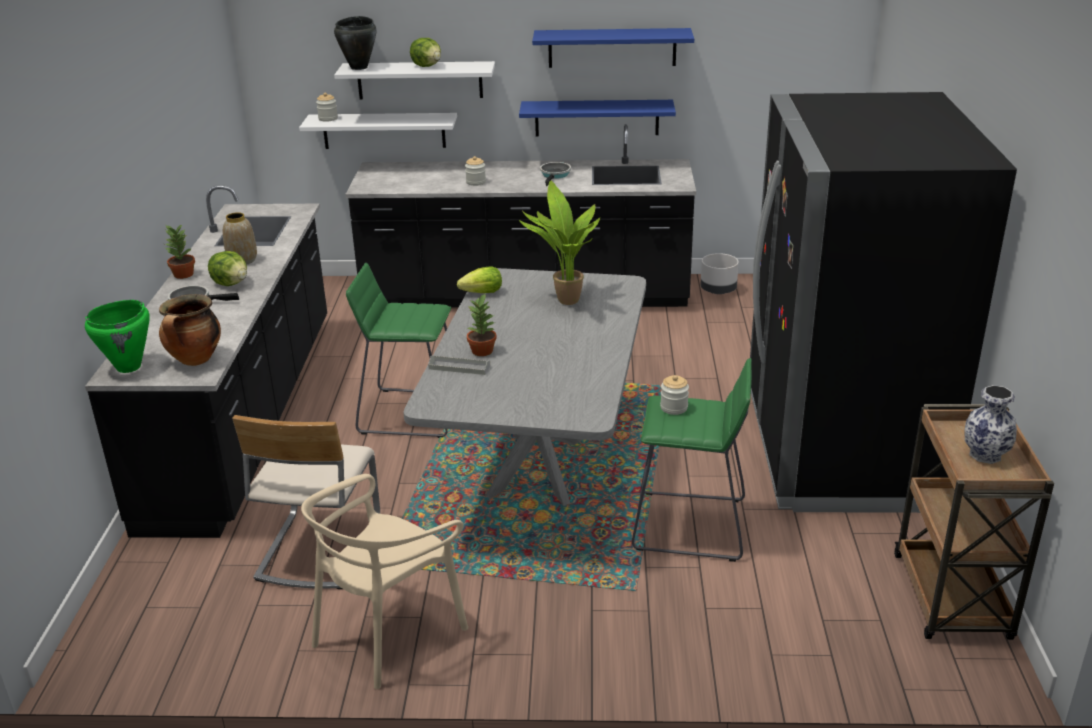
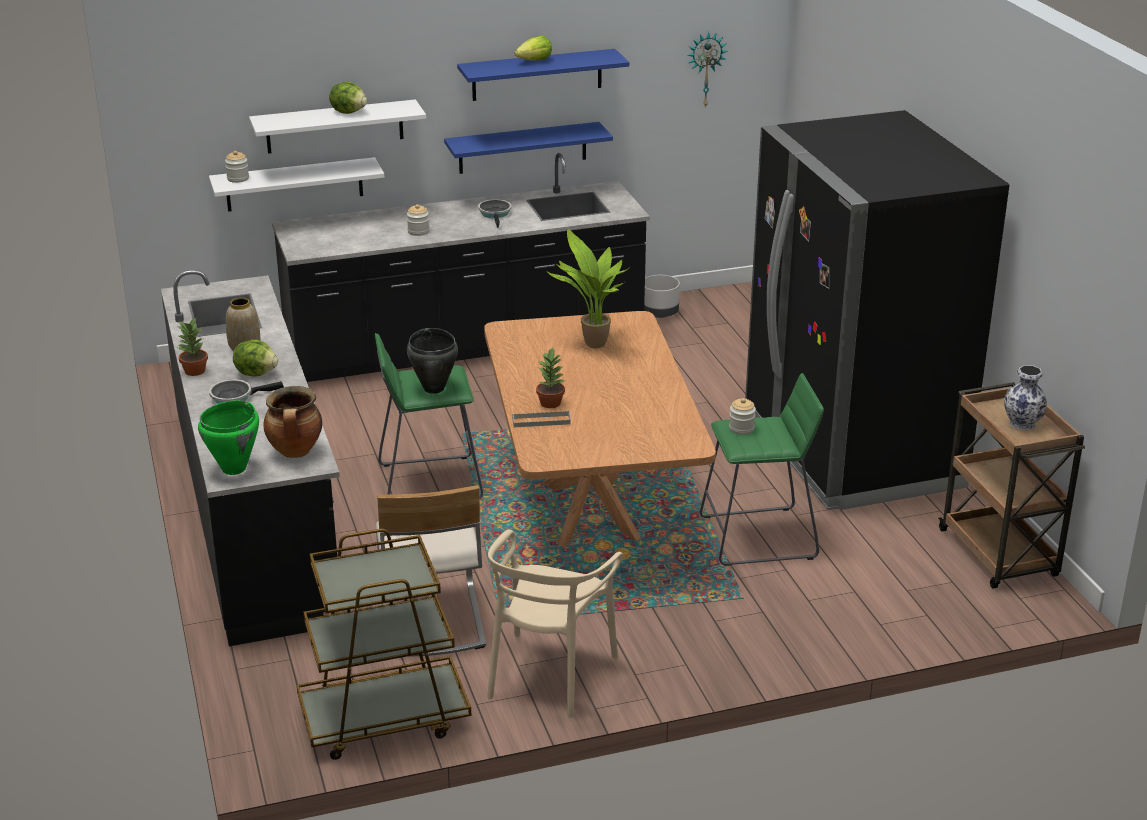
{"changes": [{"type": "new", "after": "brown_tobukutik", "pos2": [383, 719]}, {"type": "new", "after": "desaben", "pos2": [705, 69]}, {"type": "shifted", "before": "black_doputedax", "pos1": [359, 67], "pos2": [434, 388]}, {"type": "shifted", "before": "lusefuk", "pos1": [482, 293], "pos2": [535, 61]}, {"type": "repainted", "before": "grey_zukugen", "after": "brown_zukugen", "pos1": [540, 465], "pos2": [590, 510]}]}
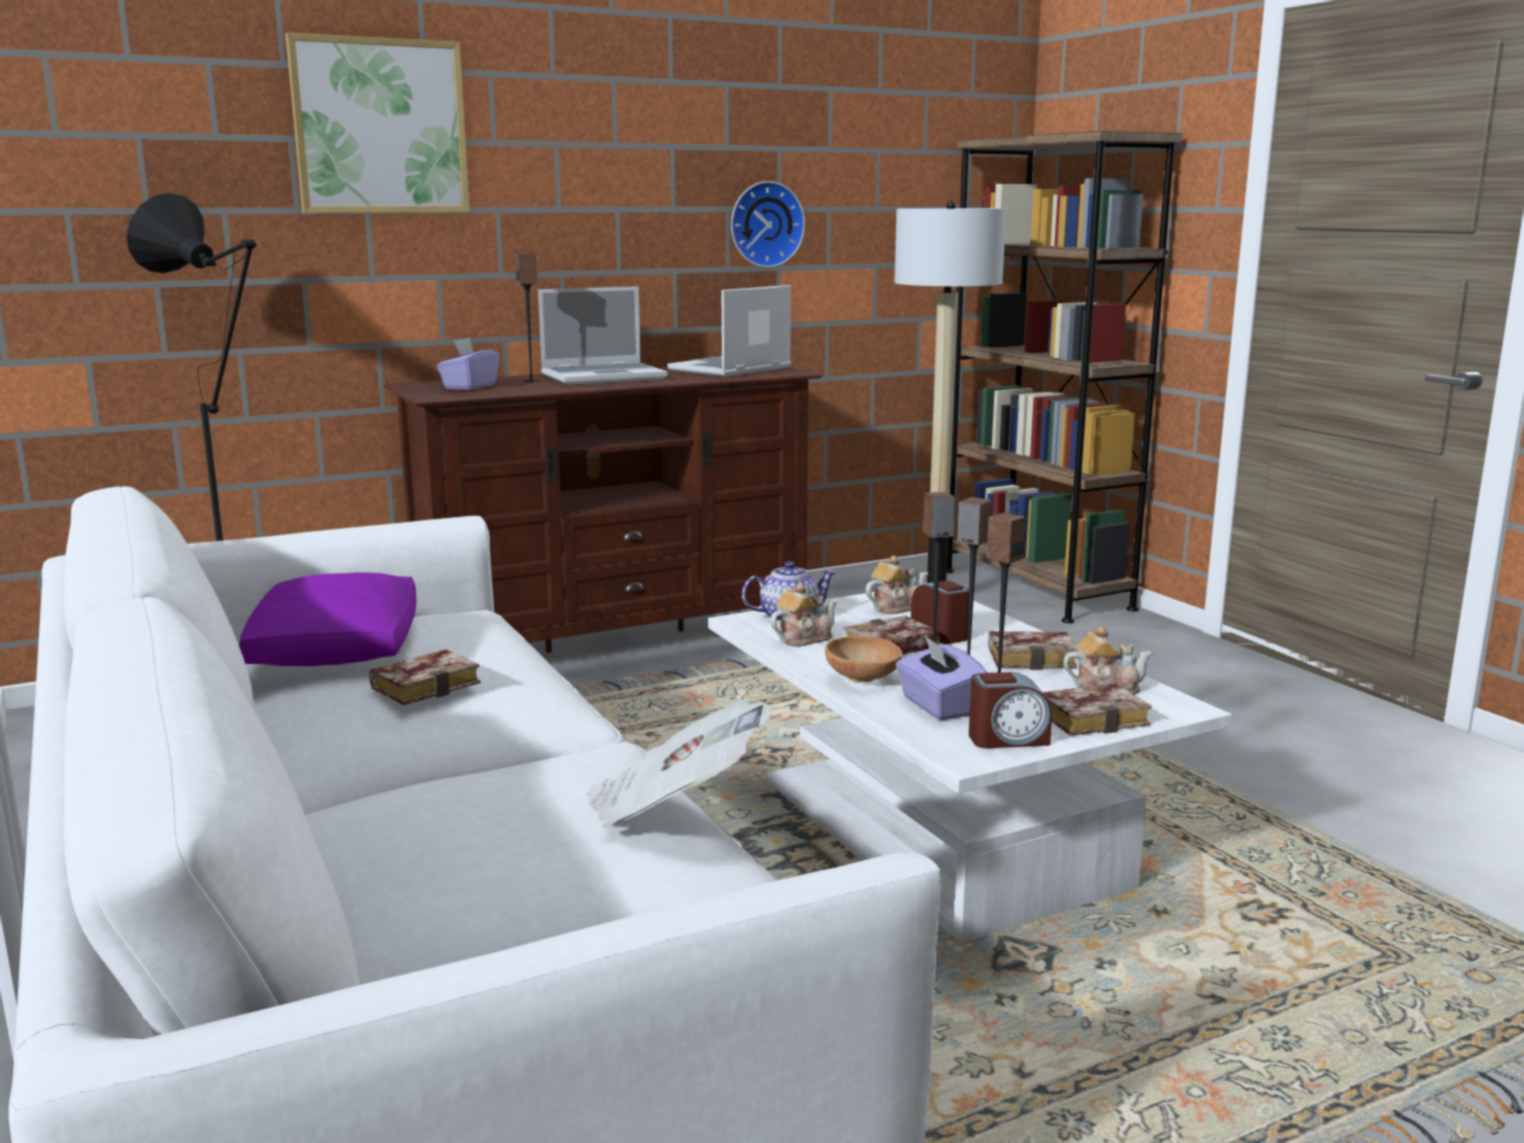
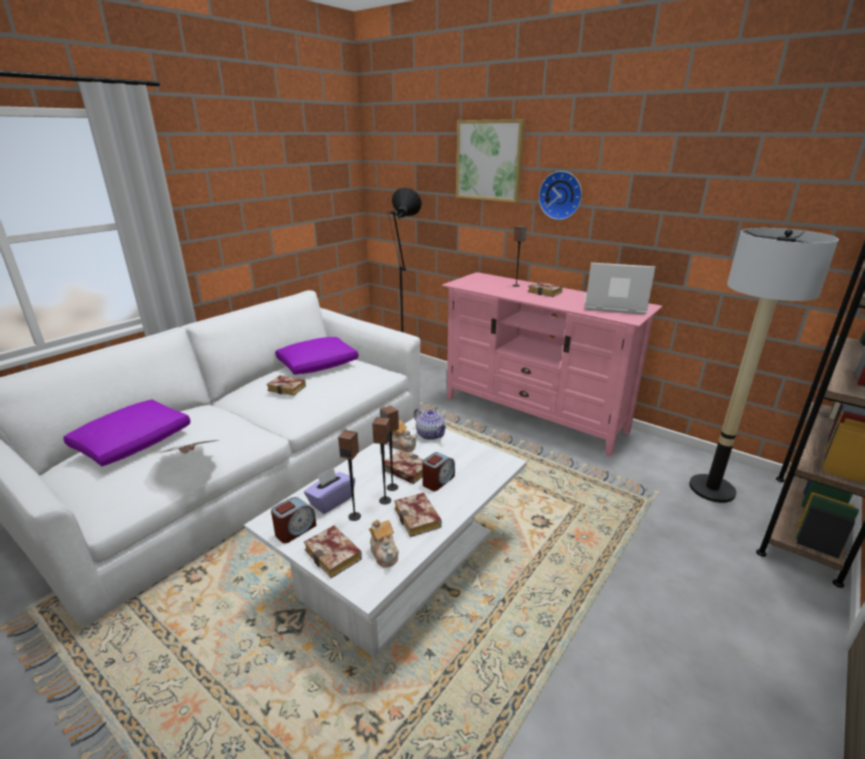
{"changes": [{"type": "gone", "before": "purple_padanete", "pos1": [469, 387]}, {"type": "gone", "before": "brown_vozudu", "pos1": [863, 680]}, {"type": "gone", "before": "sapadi", "pos1": [895, 608]}, {"type": "new", "after": "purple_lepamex", "pos2": [134, 442]}, {"type": "shifted", "before": "desaben", "pos1": [765, 224], "pos2": [561, 195]}, {"type": "swapped", "before": "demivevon", "after": "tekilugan", "pos1": [604, 377], "pos2": [546, 292]}, {"type": "repainted", "before": "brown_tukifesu", "after": "pink_tukifesu", "pos1": [617, 640], "pos2": [534, 414]}, {"type": "rotated", "before": "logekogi", "pos1": [1008, 739], "pos2": [295, 530], "turn": -105}]}
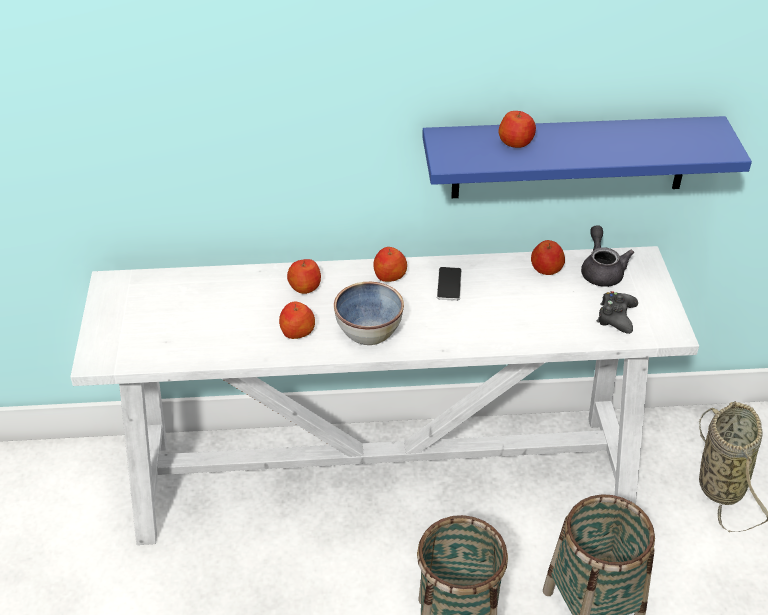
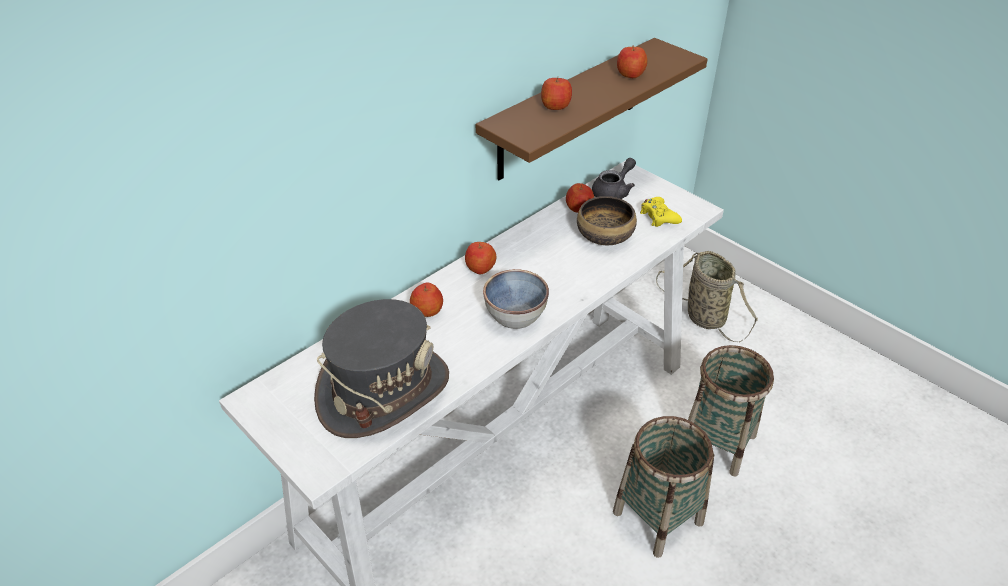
{"changes": [{"type": "gone", "before": "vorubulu", "pos1": [449, 284]}, {"type": "new", "after": "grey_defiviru", "pos2": [383, 390]}, {"type": "new", "after": "vozudu", "pos2": [605, 236]}, {"type": "shifted", "before": "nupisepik", "pos1": [297, 331], "pos2": [630, 74]}, {"type": "repainted", "before": "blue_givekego", "after": "brown_givekego", "pos1": [570, 157], "pos2": [570, 109]}, {"type": "repainted", "before": "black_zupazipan", "after": "yellow_zupazipan", "pos1": [616, 317], "pos2": [658, 217]}, {"type": "rotated", "before": "grey_sapadi", "pos1": [601, 271], "pos2": [613, 192], "turn": 90}]}
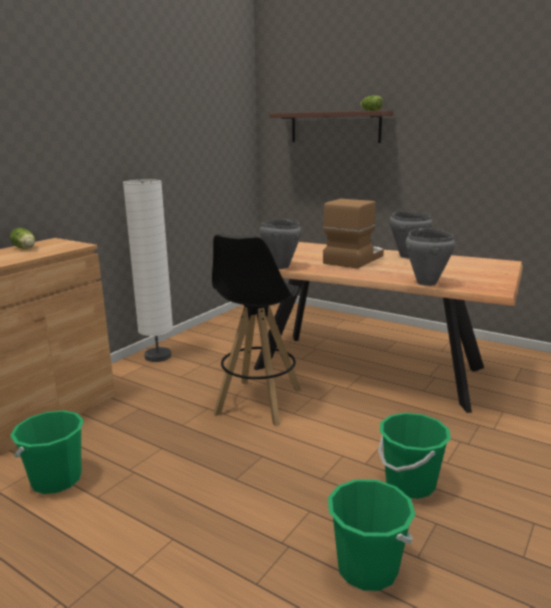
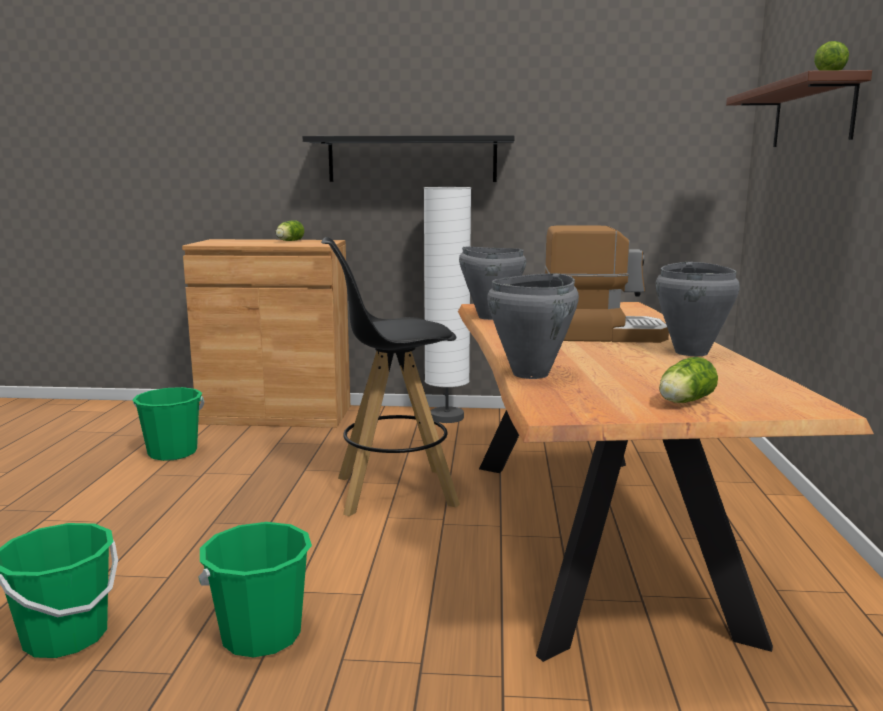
{"changes": [{"type": "new", "after": "black_givekego", "pos2": [412, 159]}, {"type": "new", "after": "lusefuk", "pos2": [683, 402]}]}
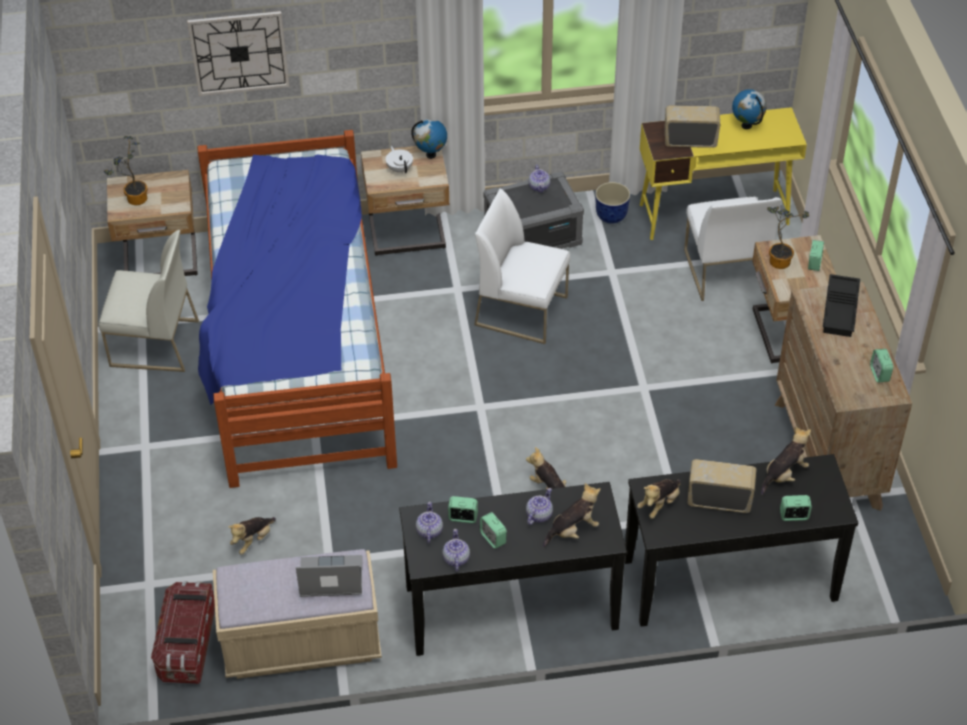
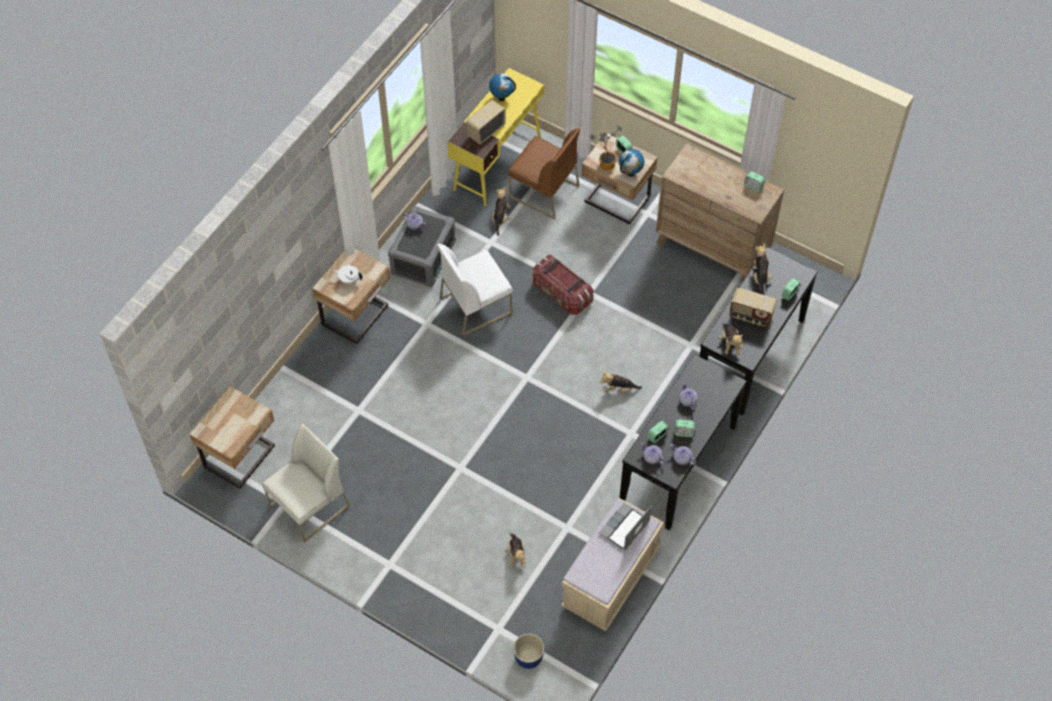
{"changes": [{"type": "gone", "before": "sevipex", "pos1": [134, 199]}, {"type": "gone", "before": "desaben", "pos1": [239, 52]}, {"type": "gone", "before": "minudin", "pos1": [297, 345]}, {"type": "gone", "before": "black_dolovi", "pos1": [841, 310]}, {"type": "shifted", "before": "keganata", "pos1": [187, 645], "pos2": [561, 293]}, {"type": "shifted", "before": "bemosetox", "pos1": [431, 155], "pos2": [630, 173]}, {"type": "shifted", "before": "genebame", "pos1": [573, 530], "pos2": [500, 218]}, {"type": "shifted", "before": "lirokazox", "pos1": [612, 216], "pos2": [529, 658]}, {"type": "repainted", "before": "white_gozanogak", "after": "brown_gozanogak", "pos1": [724, 270], "pos2": [543, 191]}, {"type": "rotated", "before": "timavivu", "pos1": [719, 500], "pos2": [750, 316], "turn": -120}]}
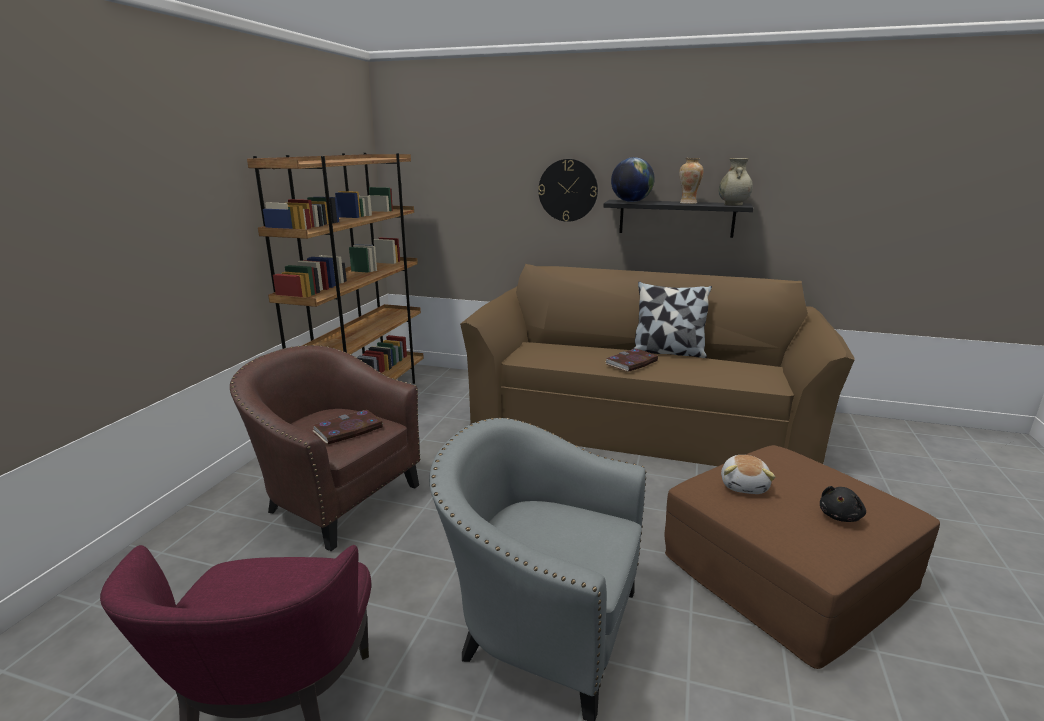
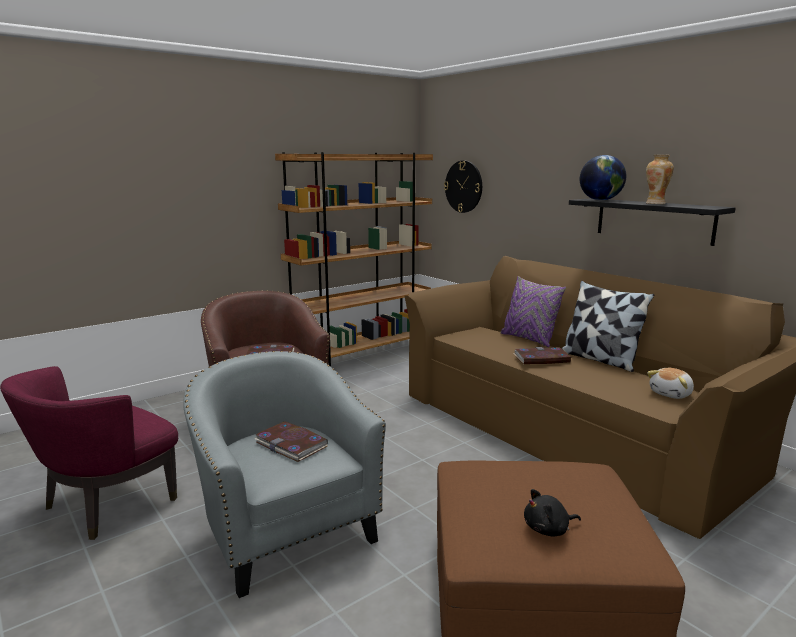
{"changes": [{"type": "gone", "before": "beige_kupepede", "pos1": [733, 204]}, {"type": "new", "after": "tekilugan", "pos2": [292, 444]}, {"type": "new", "after": "purple_lepamex", "pos2": [529, 339]}, {"type": "shifted", "before": "desaben", "pos1": [568, 190], "pos2": [463, 186]}, {"type": "shifted", "before": "genebame", "pos1": [744, 485], "pos2": [671, 394]}]}
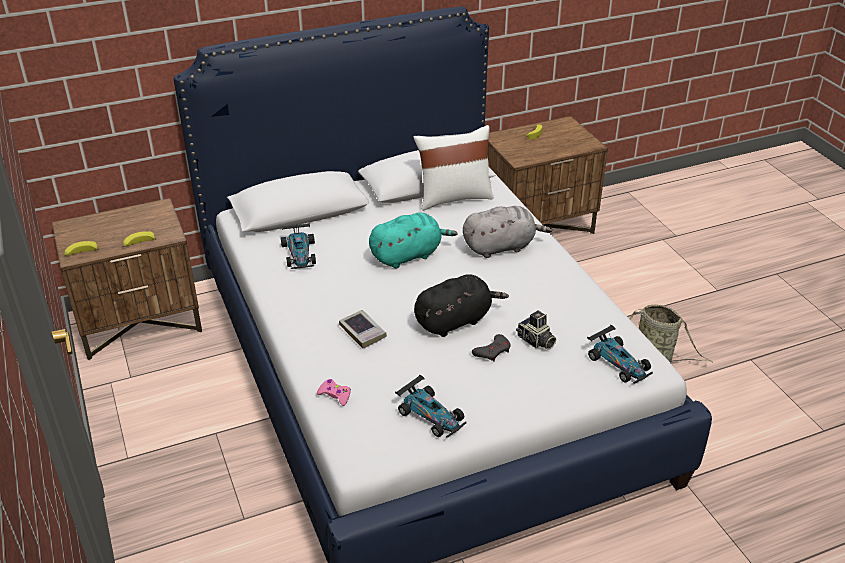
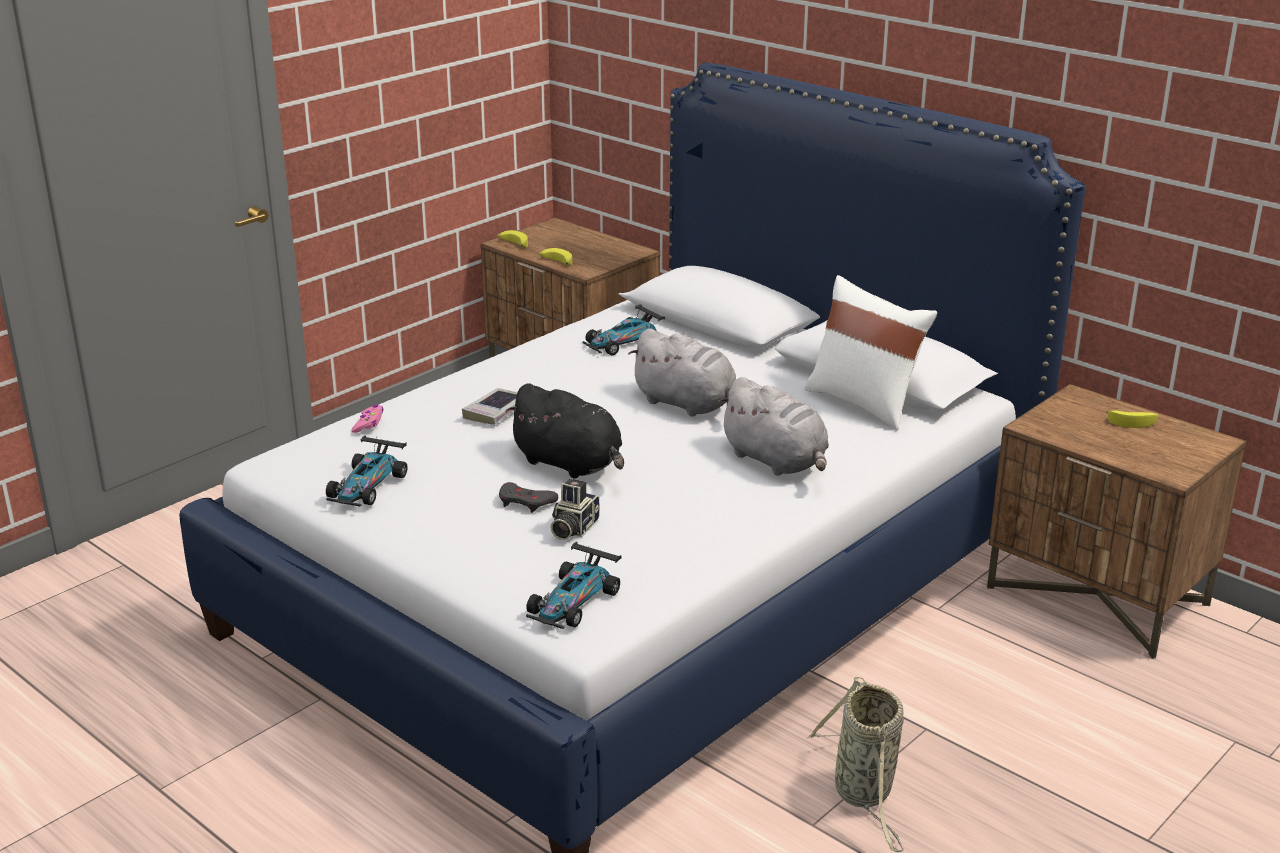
{"changes": [{"type": "repainted", "before": "turquoise_genebame", "after": "grey_genebame", "pos1": [408, 255], "pos2": [687, 404]}]}
